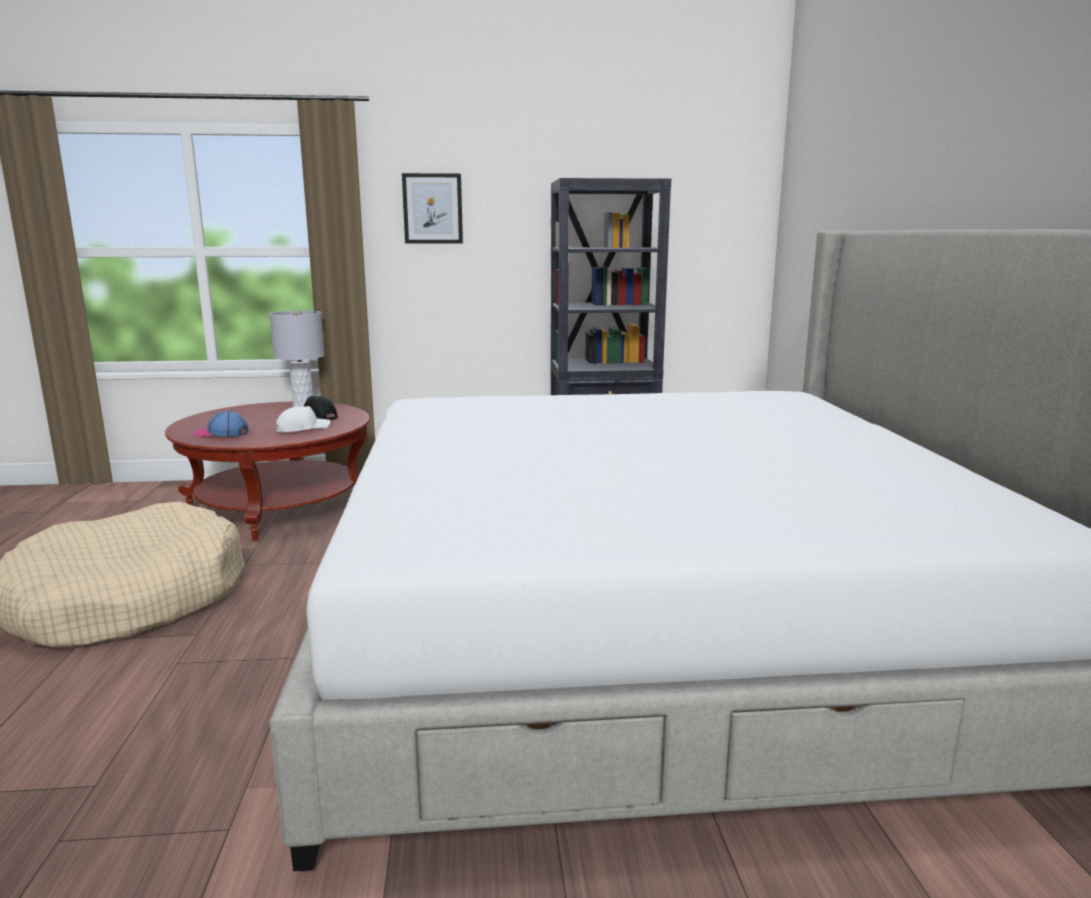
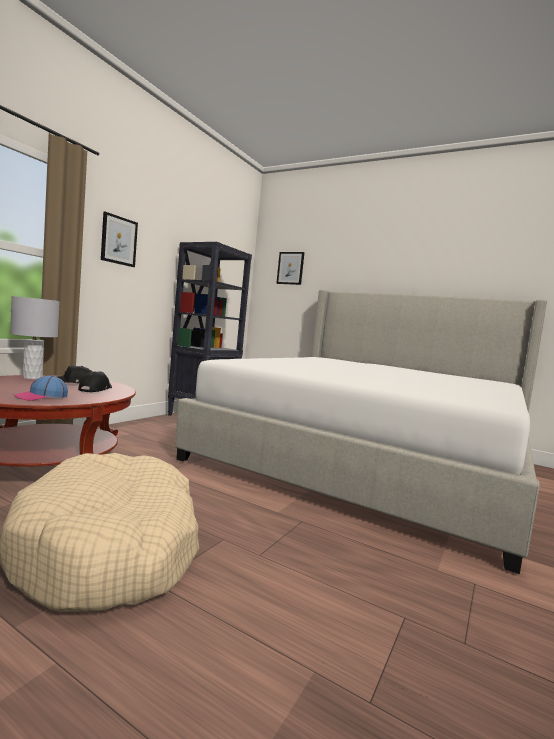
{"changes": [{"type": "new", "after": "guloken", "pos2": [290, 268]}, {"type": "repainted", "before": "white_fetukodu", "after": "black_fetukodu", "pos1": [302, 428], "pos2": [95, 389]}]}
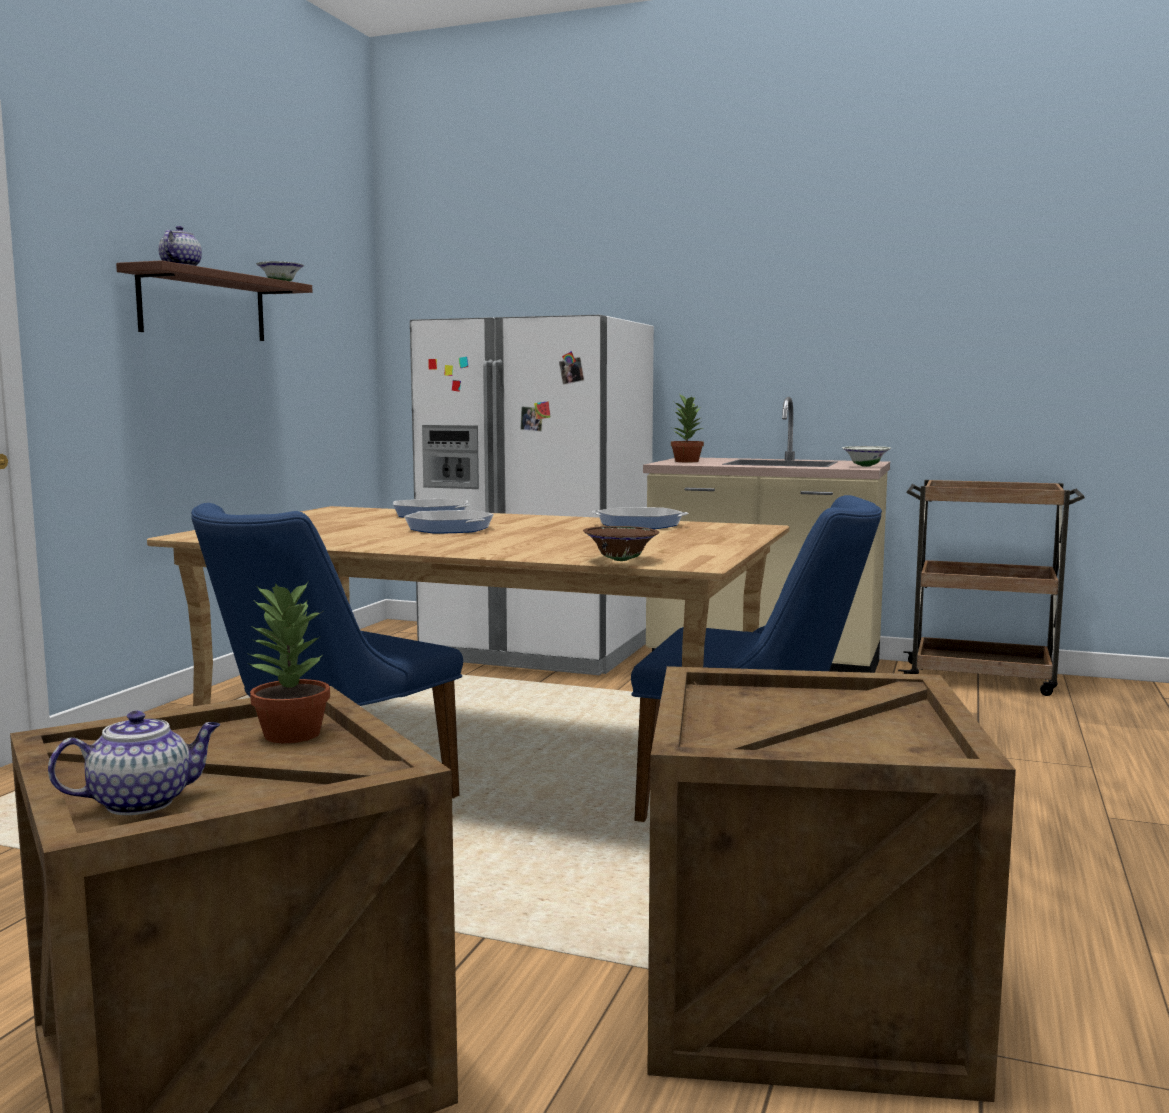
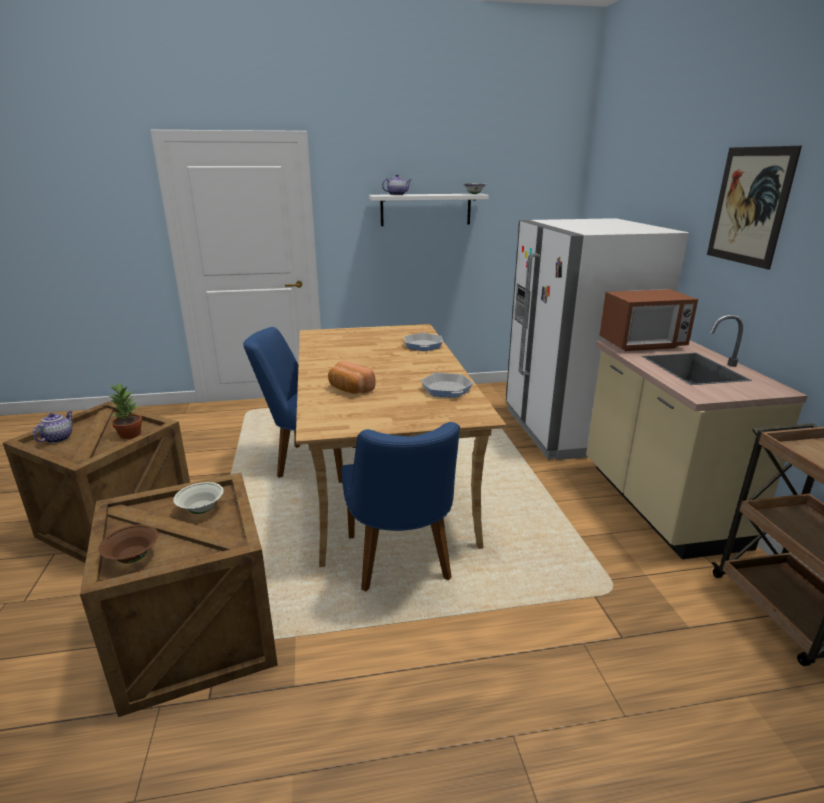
{"changes": [{"type": "gone", "before": "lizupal", "pos1": [449, 529]}, {"type": "new", "after": "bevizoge", "pos2": [349, 389]}, {"type": "new", "after": "guloken", "pos2": [749, 206]}, {"type": "shifted", "before": "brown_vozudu", "pos1": [620, 560], "pos2": [133, 557]}, {"type": "shifted", "before": "white_vozudu", "pos1": [865, 466], "pos2": [201, 510]}, {"type": "swapped", "before": "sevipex", "after": "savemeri", "pos1": [686, 461], "pos2": [642, 345]}, {"type": "repainted", "before": "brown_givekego", "after": "white_givekego", "pos1": [203, 306], "pos2": [425, 209]}, {"type": "rotated", "before": "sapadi", "pos1": [143, 802], "pos2": [58, 438], "turn": -105}]}
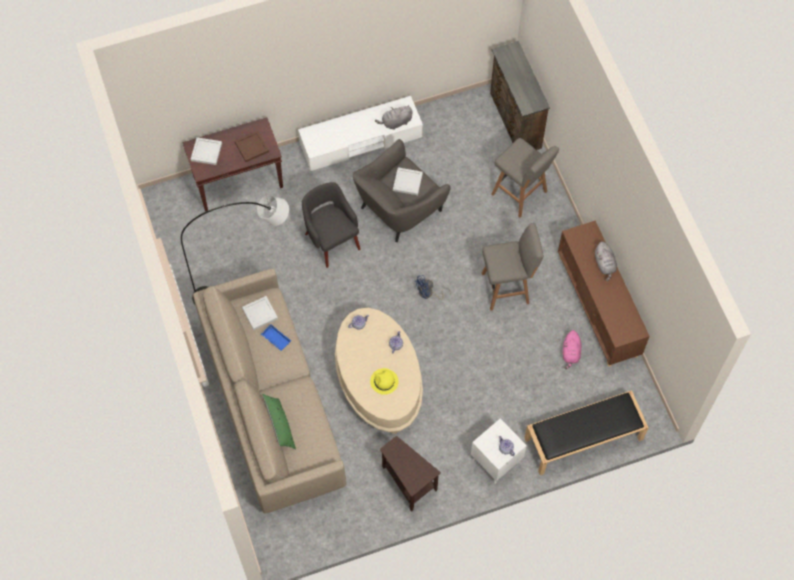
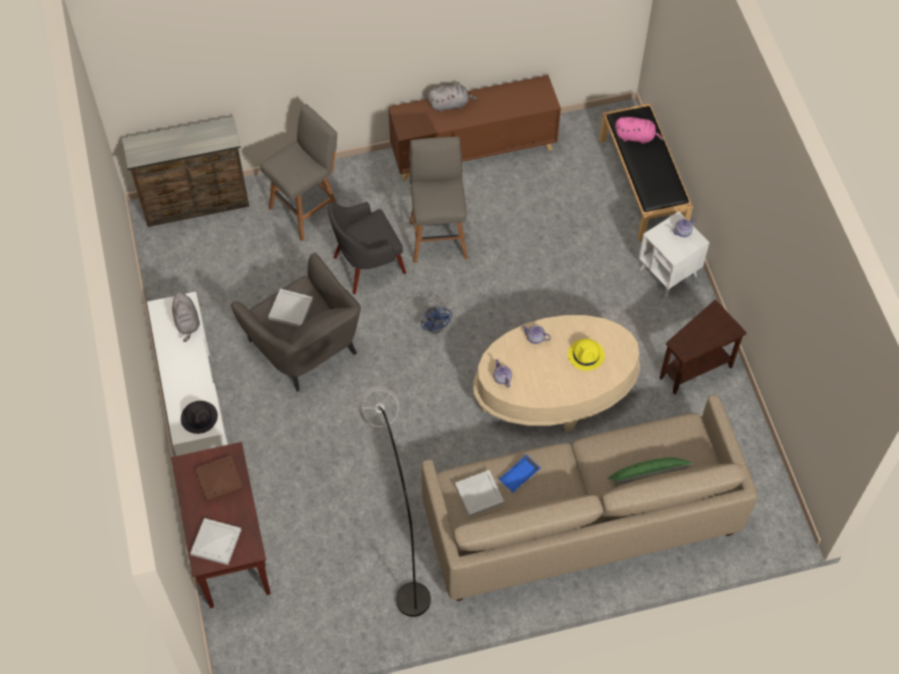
{"changes": [{"type": "new", "after": "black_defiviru", "pos2": [199, 417]}, {"type": "shifted", "before": "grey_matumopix", "pos1": [331, 240], "pos2": [367, 265]}, {"type": "shifted", "before": "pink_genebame", "pos1": [571, 353], "pos2": [636, 137]}]}
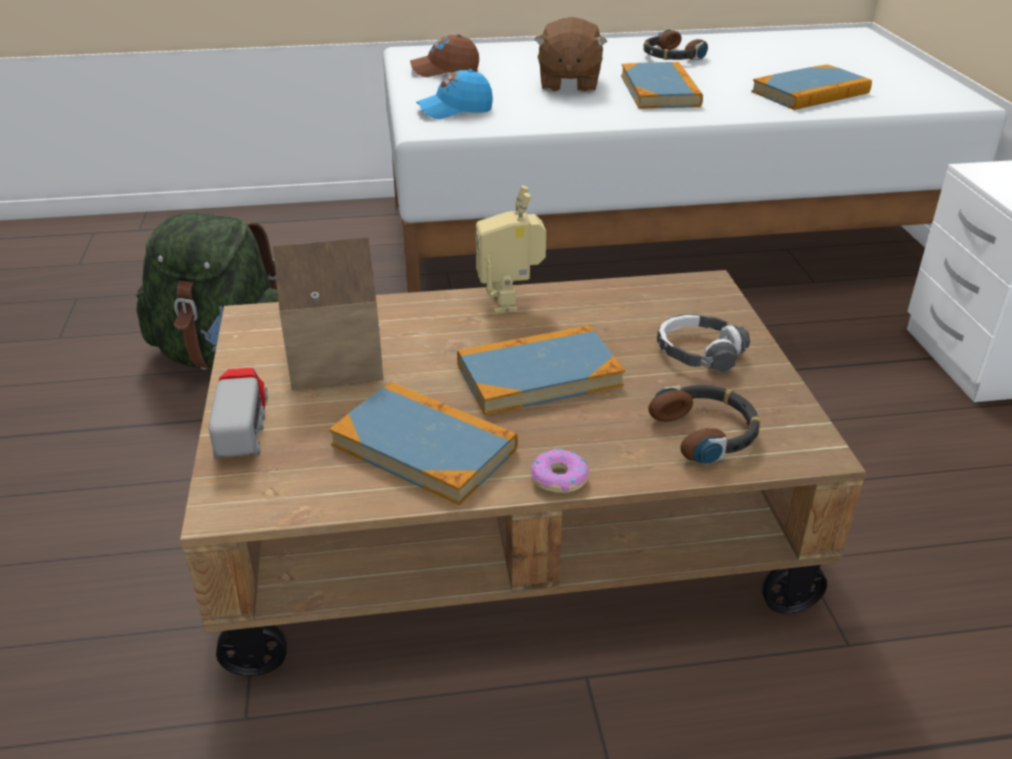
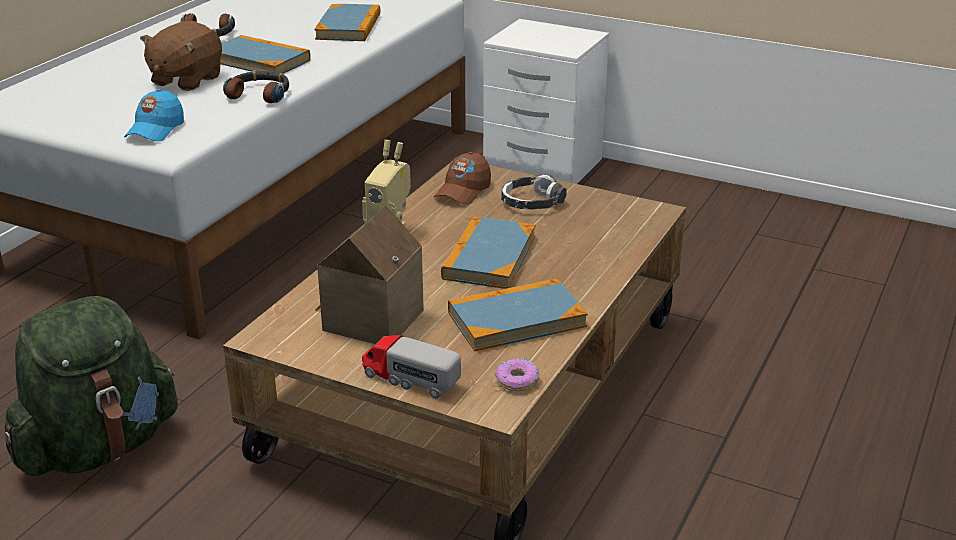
{"changes": [{"type": "shifted", "before": "brown_fetukodu", "pos1": [445, 71], "pos2": [463, 191]}, {"type": "shifted", "before": "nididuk", "pos1": [559, 478], "pos2": [517, 381]}, {"type": "shifted", "before": "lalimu", "pos1": [706, 431], "pos2": [260, 94]}, {"type": "rotated", "before": "brown_genebame", "pos1": [568, 83], "pos2": [185, 80], "turn": 75}]}
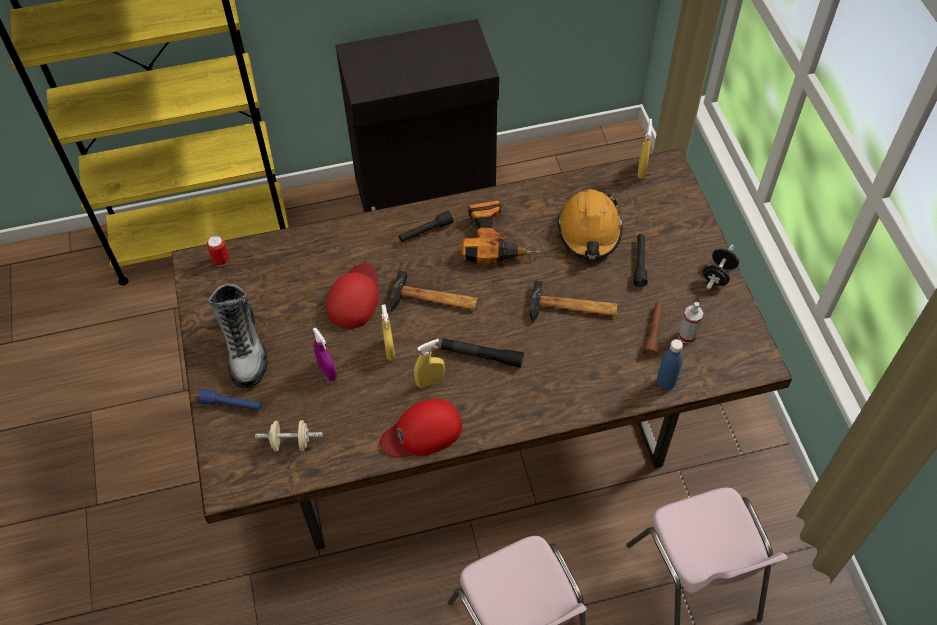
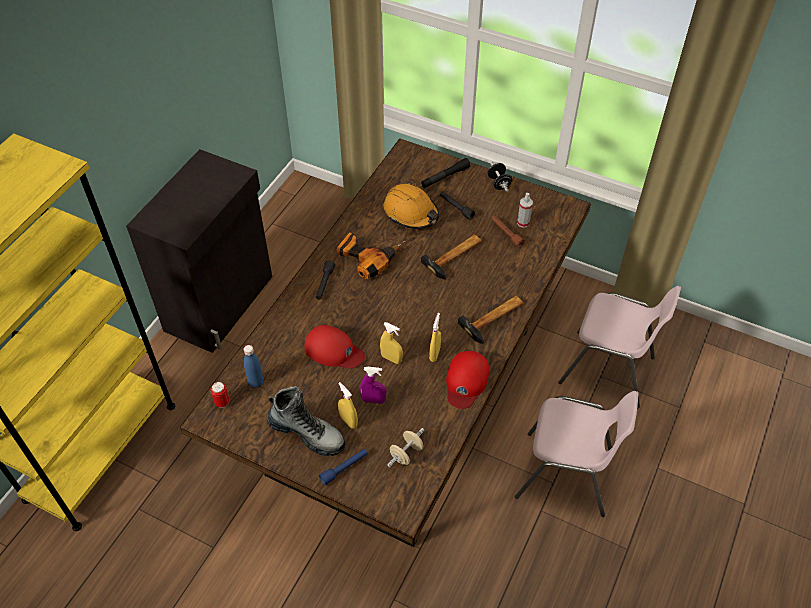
{"changes": [{"type": "shifted", "before": "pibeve", "pos1": [434, 301], "pos2": [494, 318]}, {"type": "shifted", "before": "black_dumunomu", "pos1": [482, 355], "pos2": [445, 177]}, {"type": "shifted", "before": "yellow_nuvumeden", "pos1": [641, 170], "pos2": [348, 421]}, {"type": "shifted", "before": "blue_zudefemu", "pos1": [665, 382], "pos2": [256, 382]}, {"type": "rotated", "before": "red_fetukodu", "pos1": [354, 297], "pos2": [333, 350], "turn": 150}]}
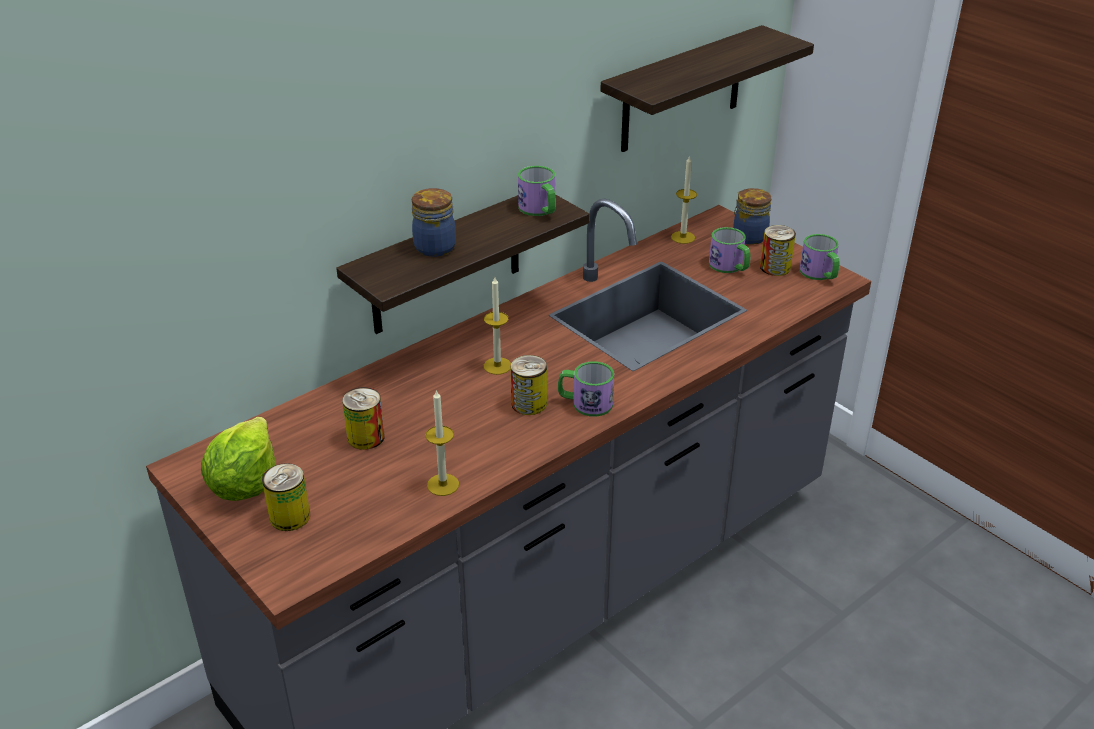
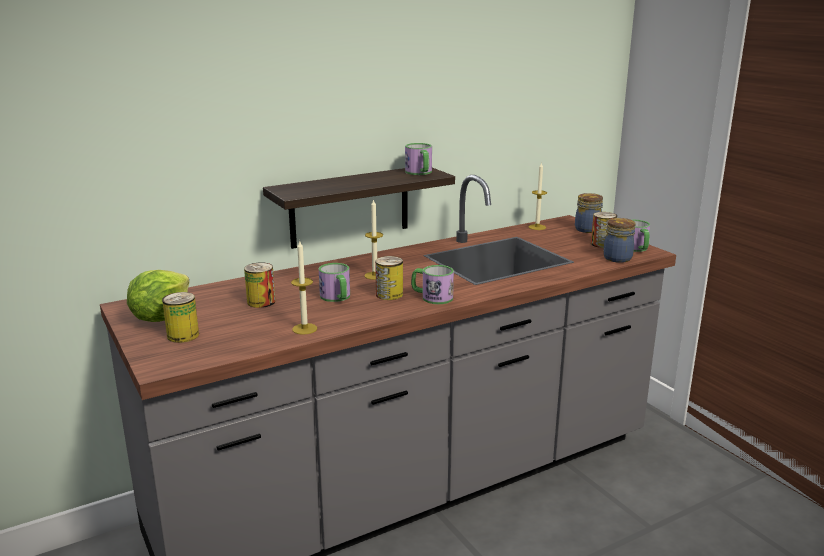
{"changes": [{"type": "gone", "before": "givekego", "pos1": [682, 90]}, {"type": "shifted", "before": "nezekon", "pos1": [435, 246], "pos2": [617, 258]}, {"type": "shifted", "before": "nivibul", "pos1": [730, 267], "pos2": [337, 298]}]}
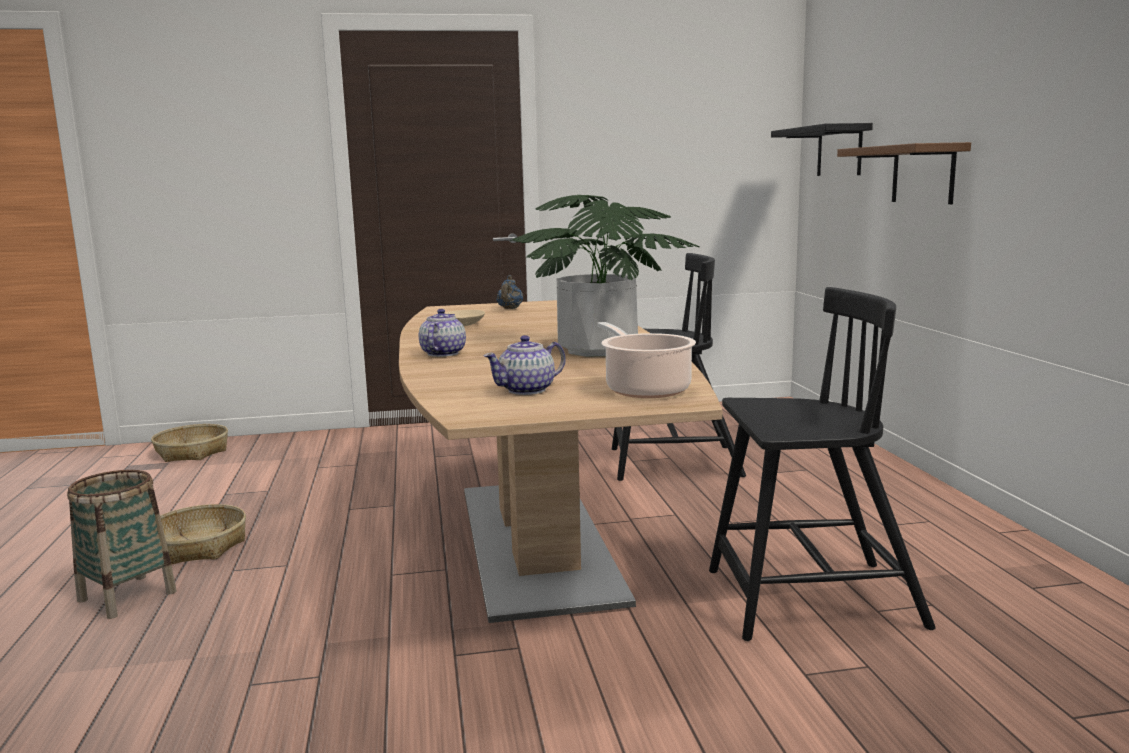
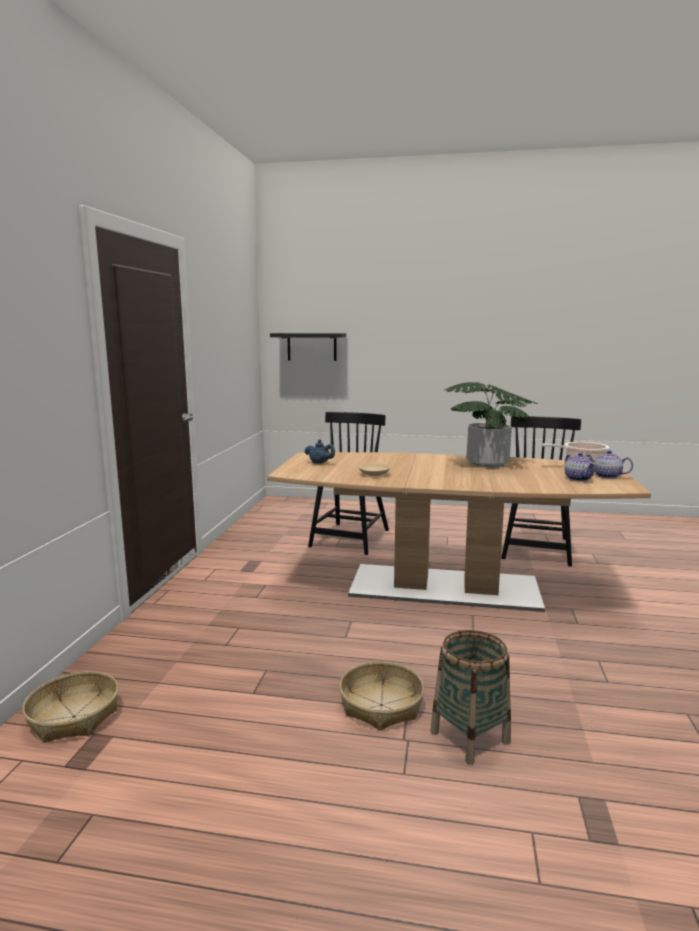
{"changes": [{"type": "gone", "before": "brown_givekego", "pos1": [923, 174]}, {"type": "shifted", "before": "sapadi", "pos1": [442, 353], "pos2": [607, 476]}]}
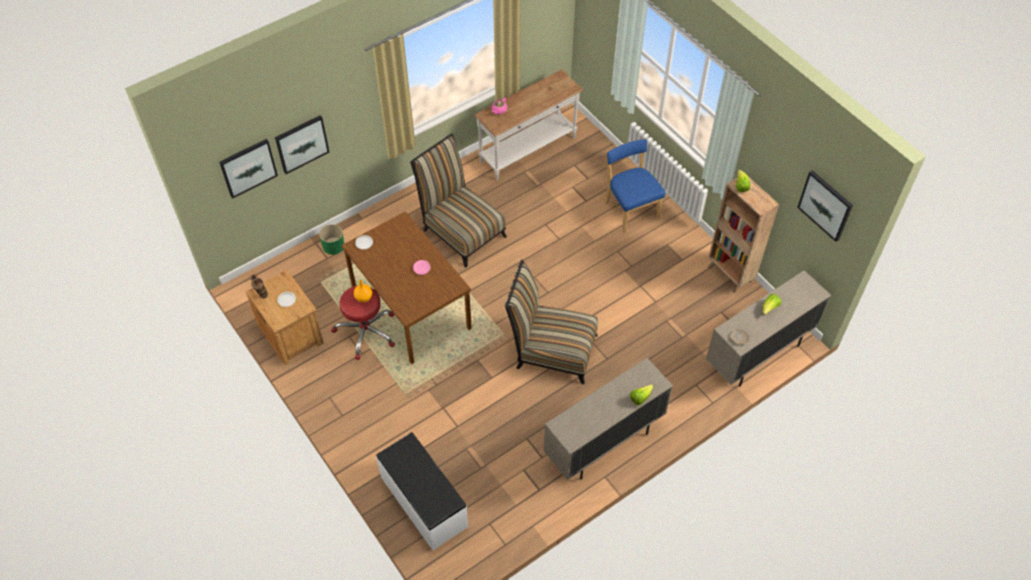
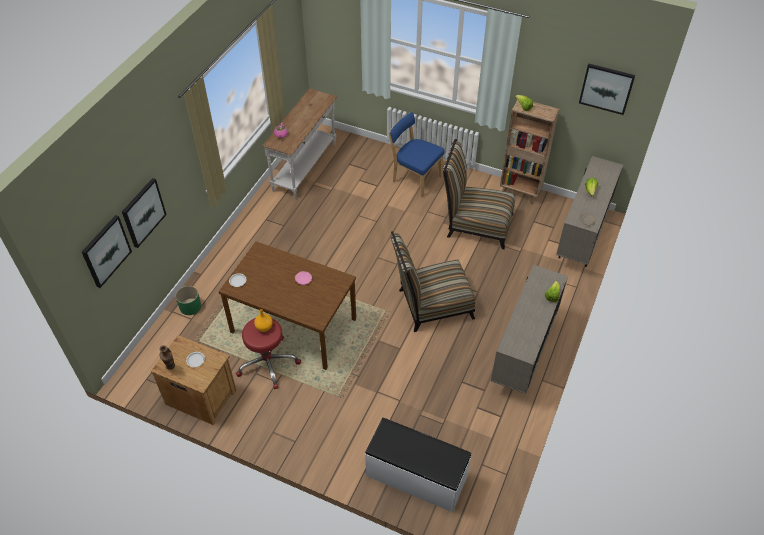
{"changes": [{"type": "shifted", "before": "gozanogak", "pos1": [461, 230], "pos2": [475, 224]}]}
